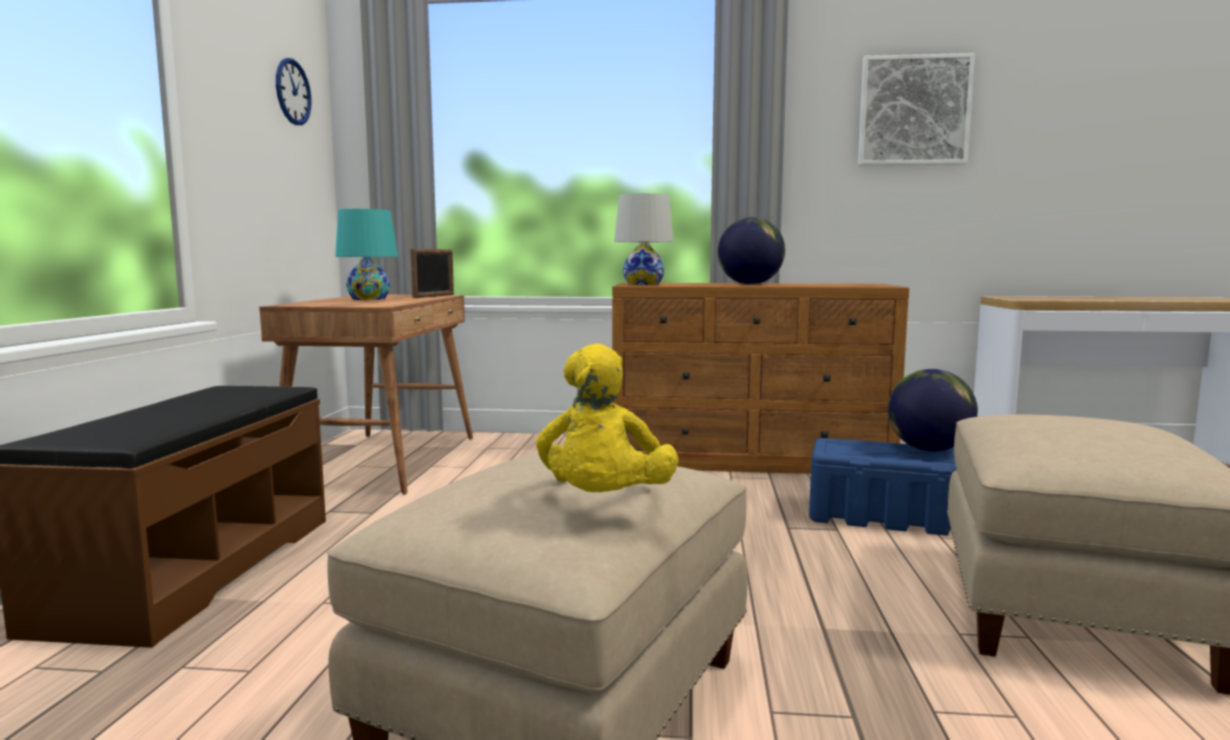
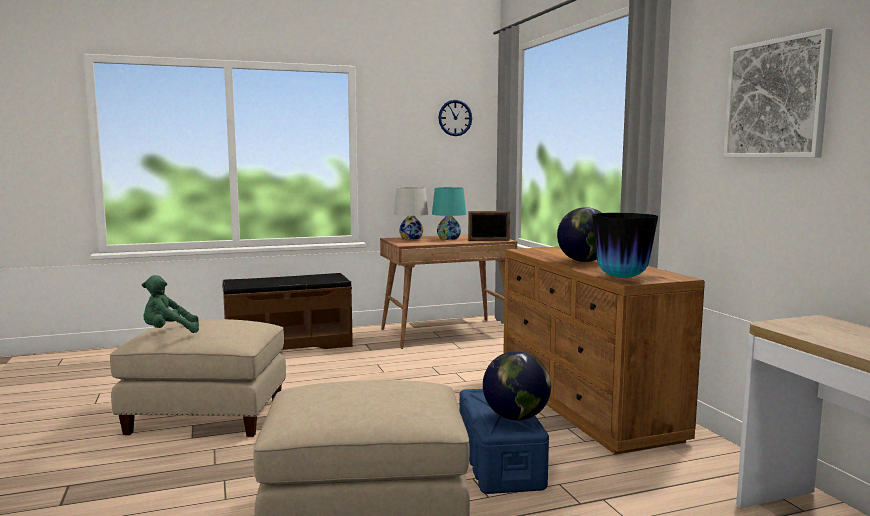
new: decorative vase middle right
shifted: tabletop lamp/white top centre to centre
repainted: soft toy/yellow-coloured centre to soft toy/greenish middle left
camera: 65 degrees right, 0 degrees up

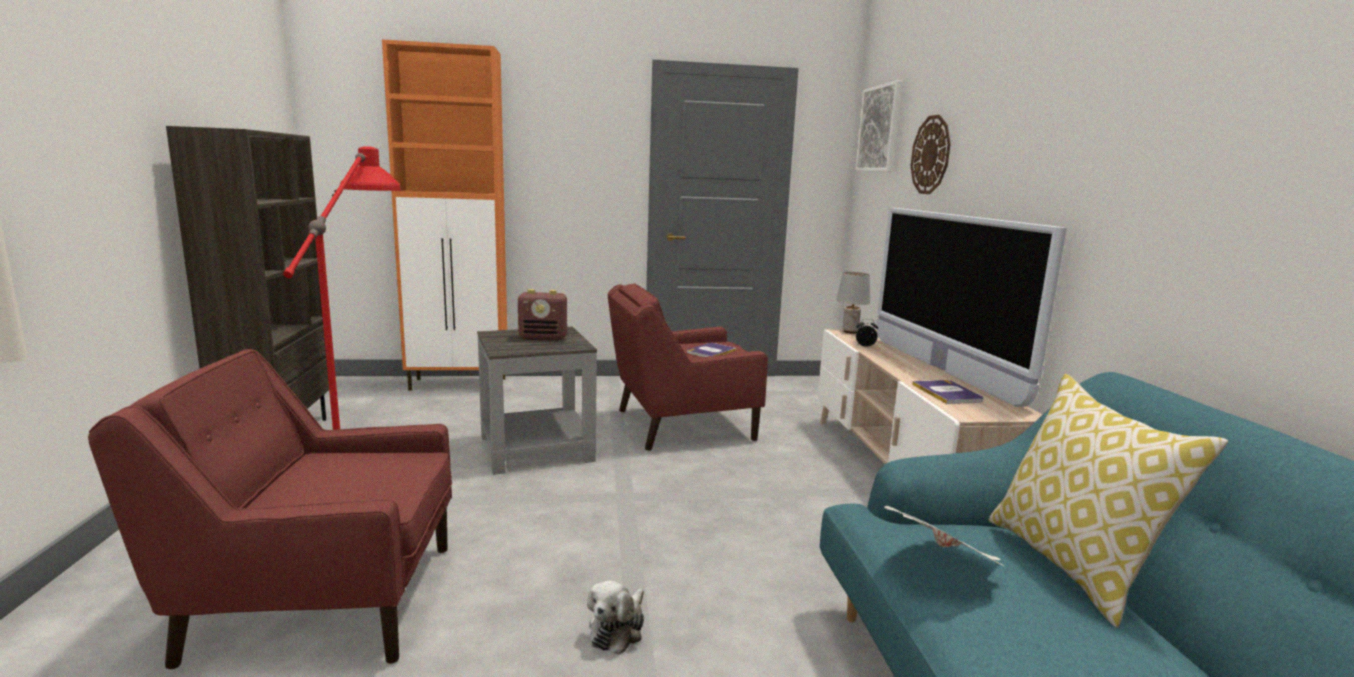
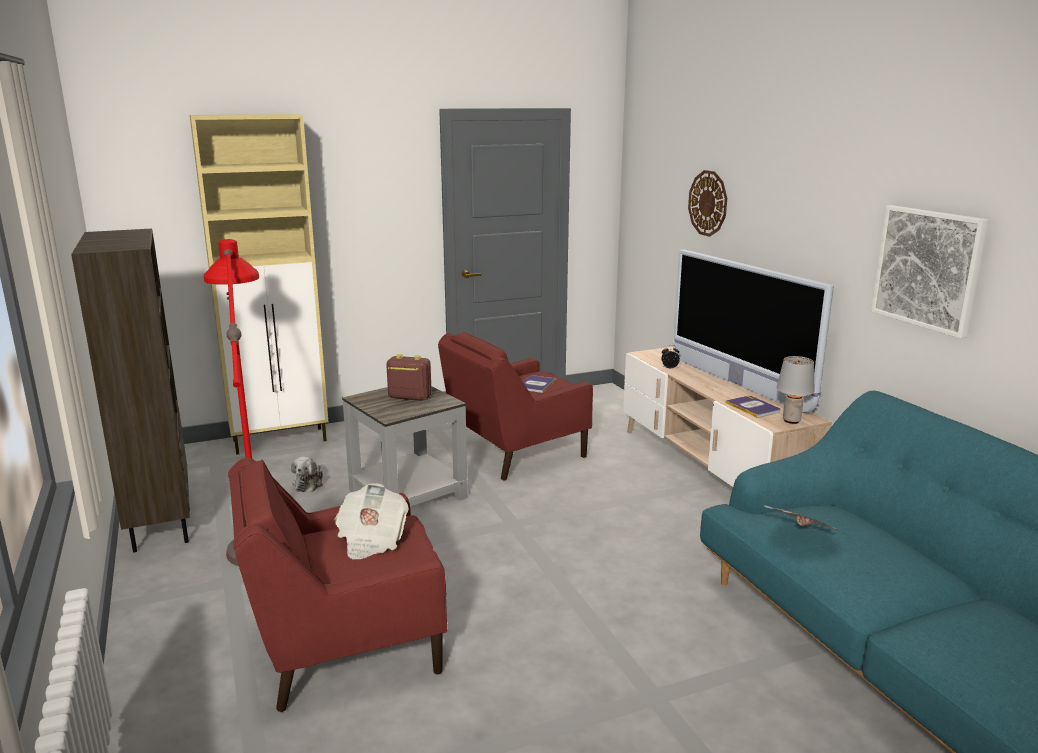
gone: cushion bottom right
new: printed paper (no. 1 from left) bottom centre
shifted: soft toy bottom centre to middle left; tabletop lamp/gray centre to middle right; wall art top centre to middle right
repainted: cupboard/orangey top left to cupboard/beige-coloured middle left
rotated: radio centre = centre 150 degrees counterclockwise
camera: 15 degrees left, 5 degrees up

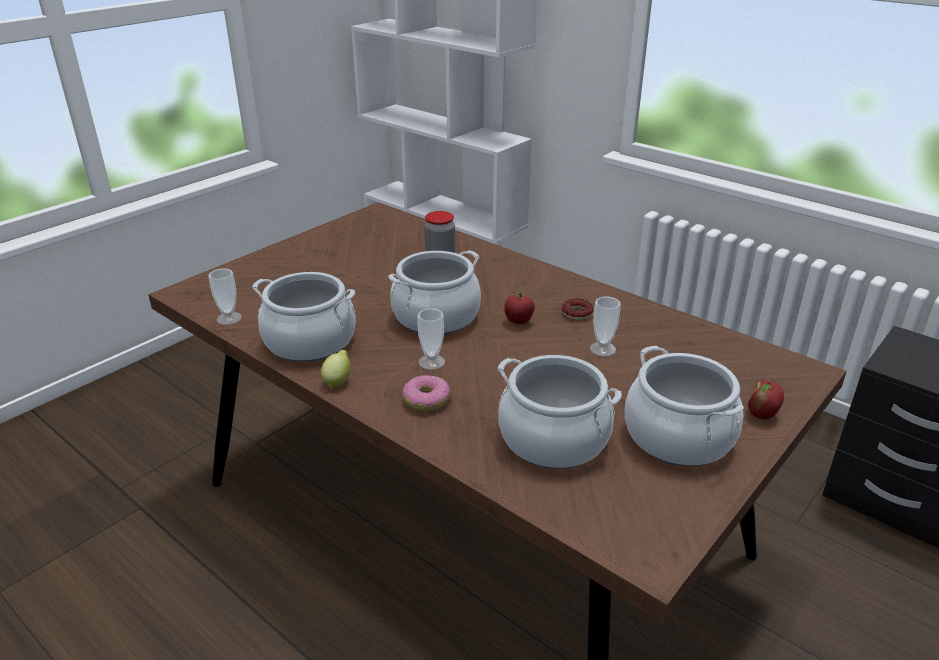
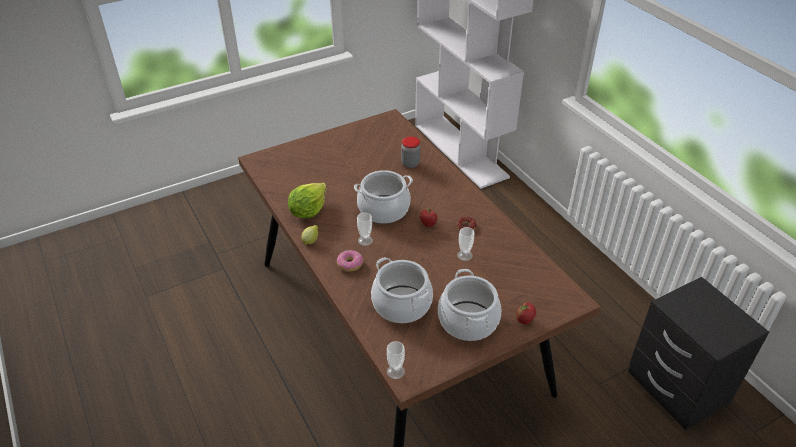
shifted: drinking cup (no. 1 from left in the first image) middle left to drinking cup (no. 2 from left) bottom centre
swapped: cooking pot (no. 1 from left) middle left to lettuce centre
camera: 20 degrees right, 10 degrees up

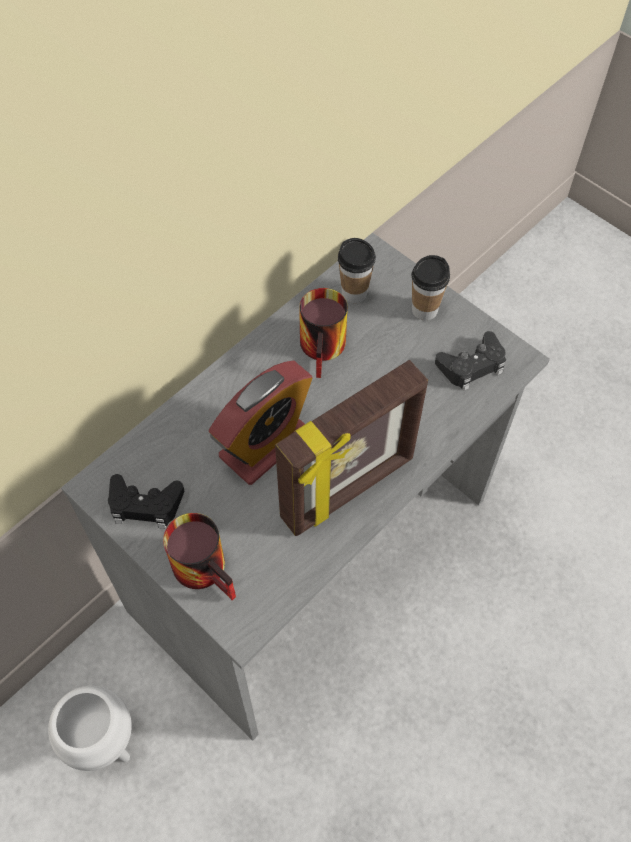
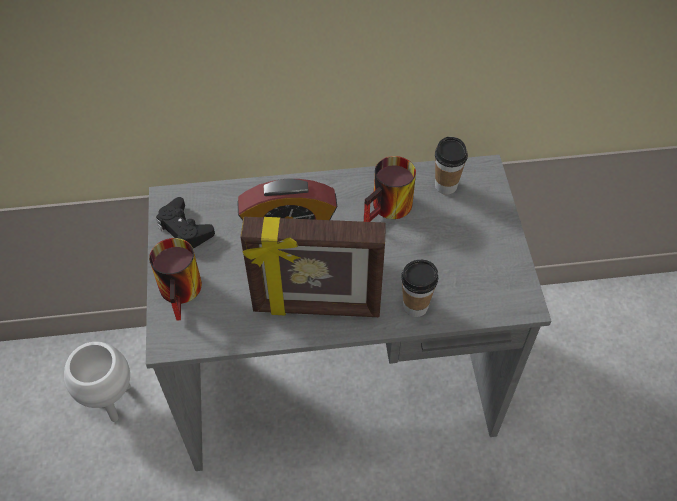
gone: joypad/black-coloured (no. 2 from left) middle right
shifted: drinking cup (no. 2 from left in the first image) middle right to drinking cup (no. 1 from left) centre
camera: 40 degrees right, 5 degrees down

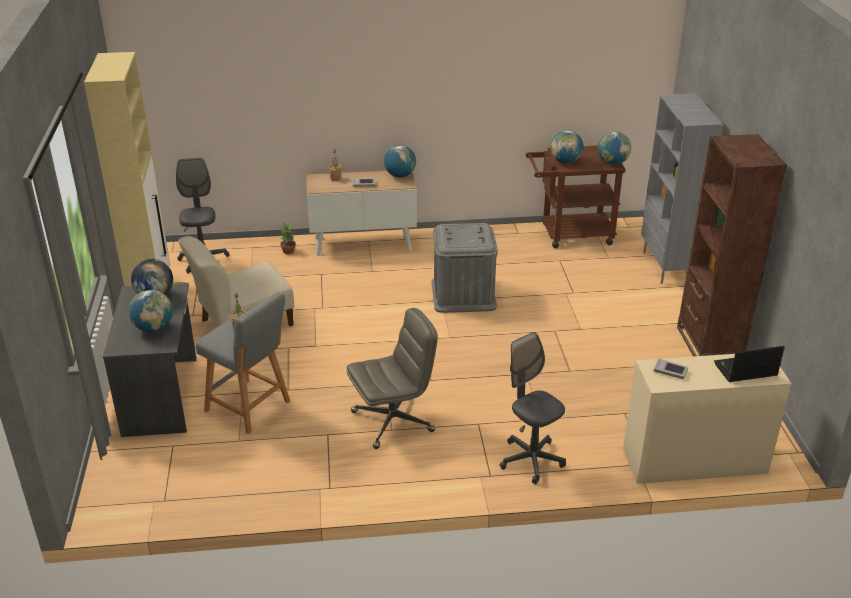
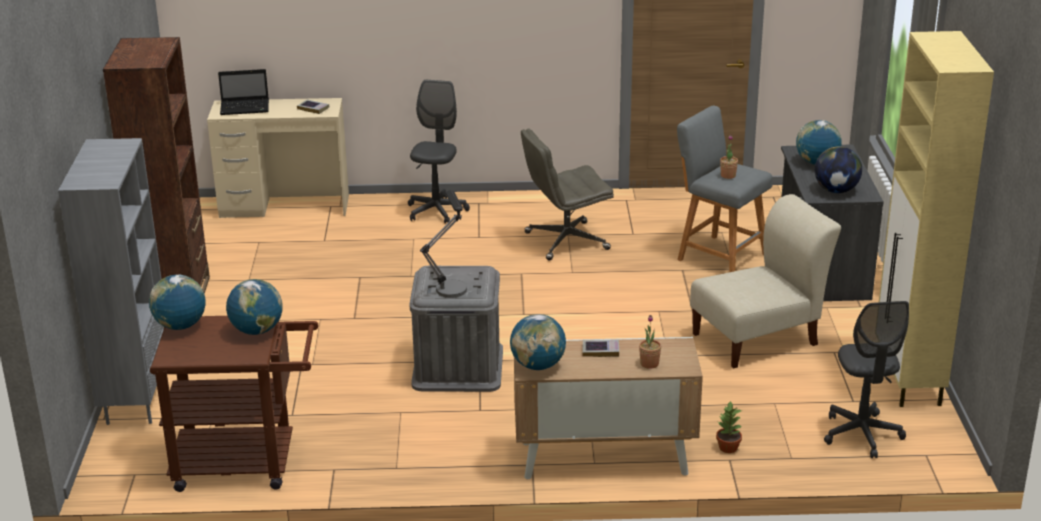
new: tabletop lamp centre
rotated: desk chair/gray (no. 3 from left in the first image) bottom centre = top centre 135 degrees counterclockwise
camera: 175 degrees left, 5 degrees down

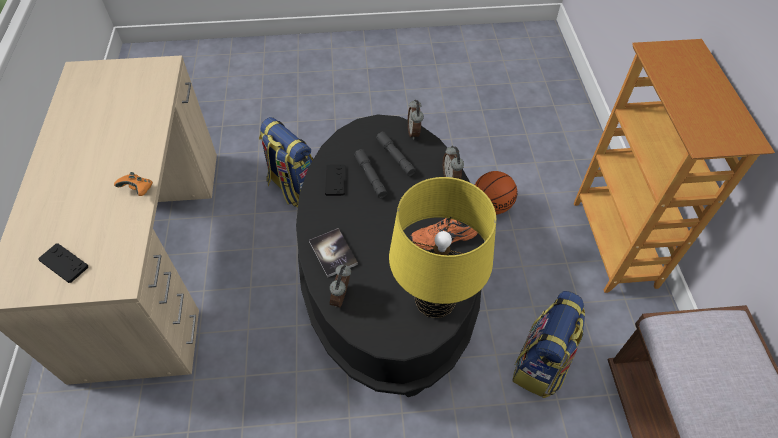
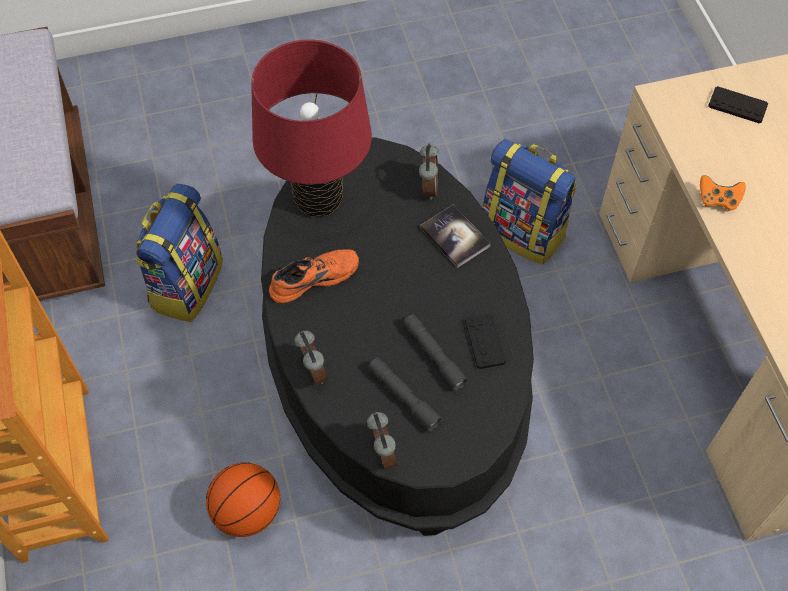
shifted: knapsack (no. 1 from left in the first image) centre to knapsack (no. 2 from left) middle right
repainted: tabletop lamp/yellow-coloured centre to tabletop lamp/red top centre
camera: 170 degrees right, 5 degrees up

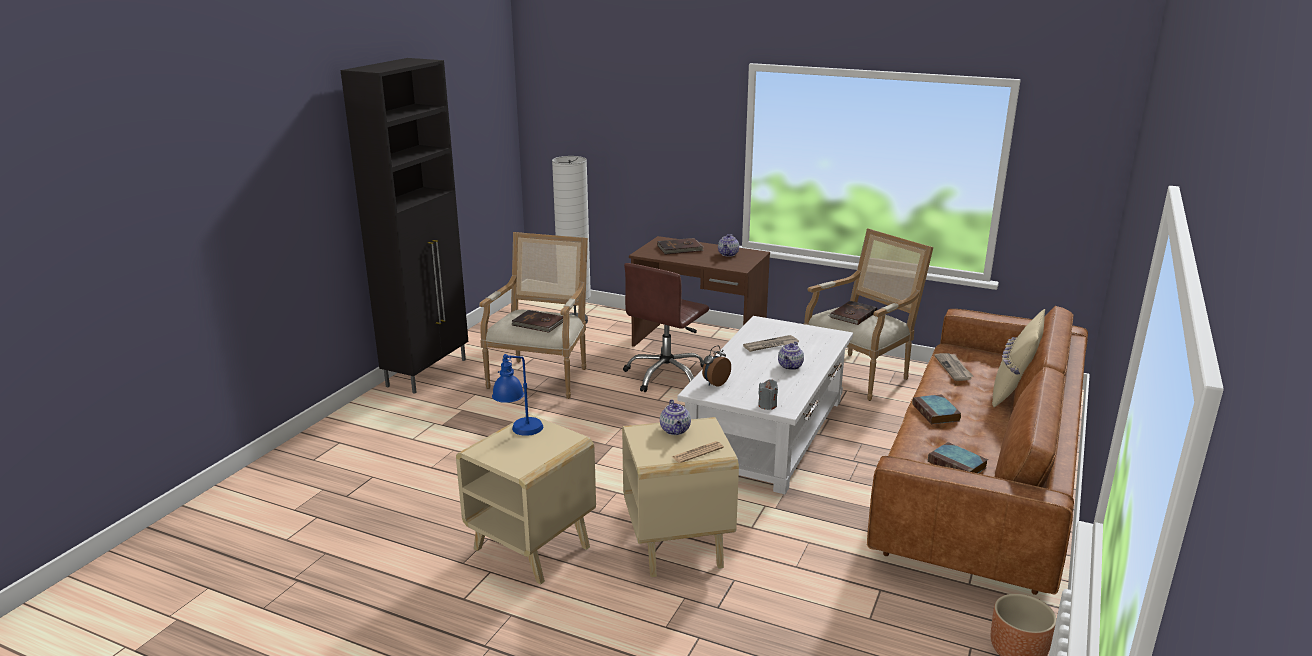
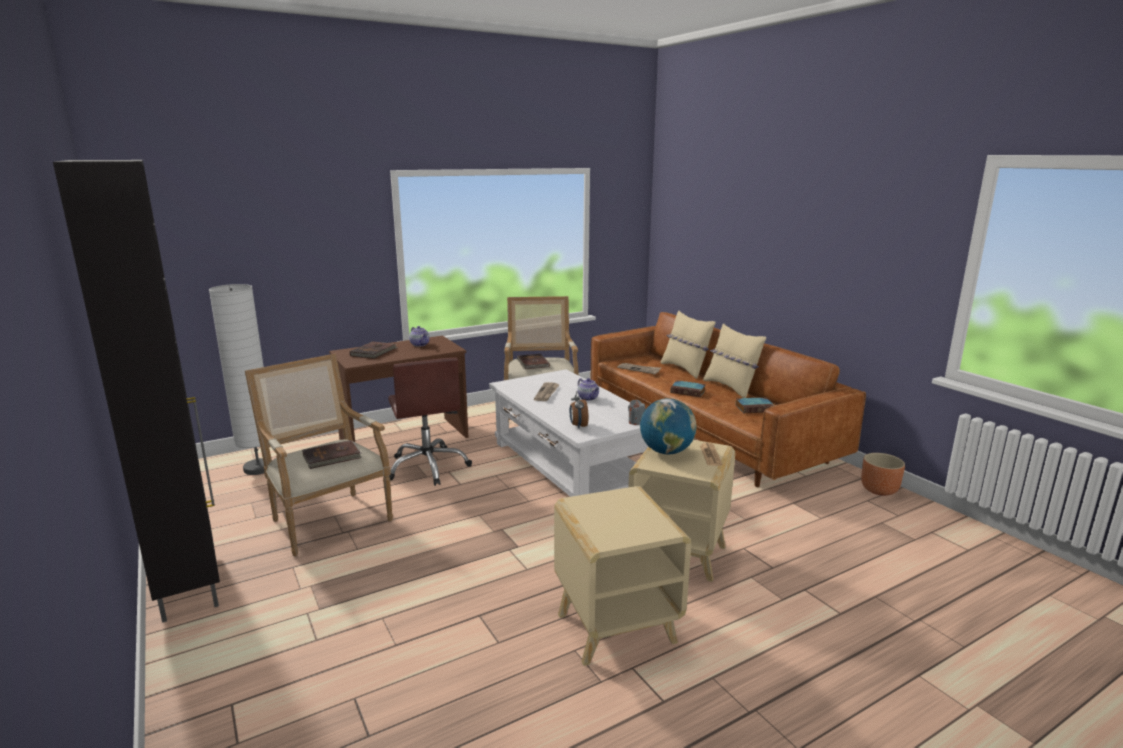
gone: tabletop lamp/blue-coloured centre
new: cushion/beige-coloured (no. 2 from left) centre
swapped: teapot (no. 1 from left) centre to world globe centre
camera: 55 degrees left, 5 degrees down

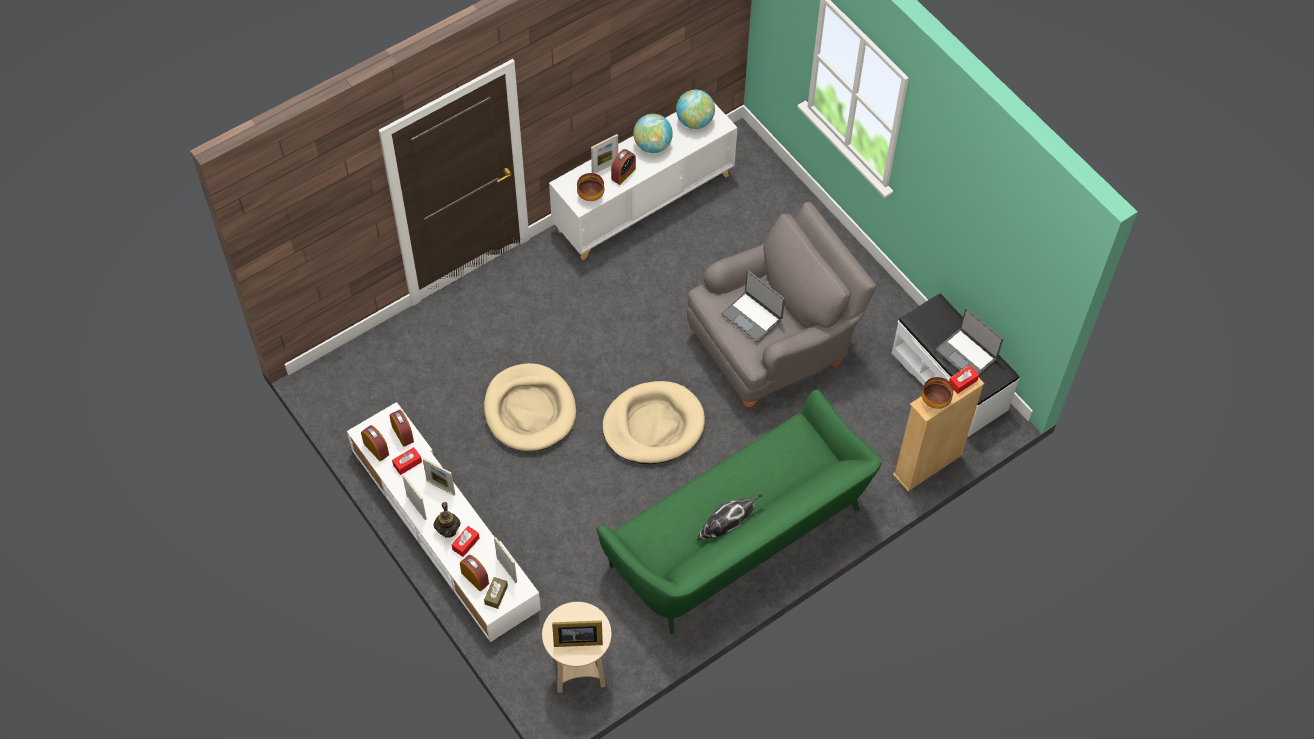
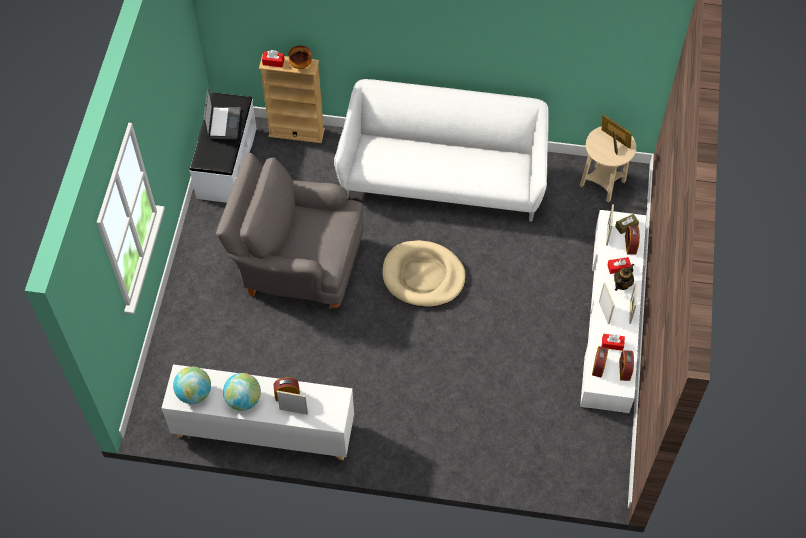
gone: dog cushion/beige-coloured (no. 1 from left) centre; serving bowl (no. 1 from left) top centre; cushion bottom centre; laptop (no. 1 from left) centre
repainted: sofa/greenish bottom centre to sofa/white top centre
camera: 135 degrees left, 0 degrees up

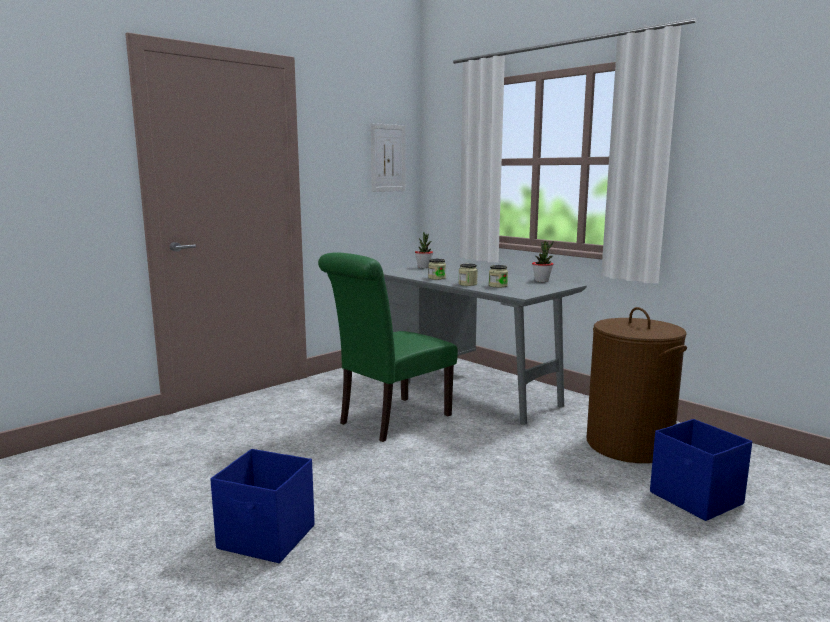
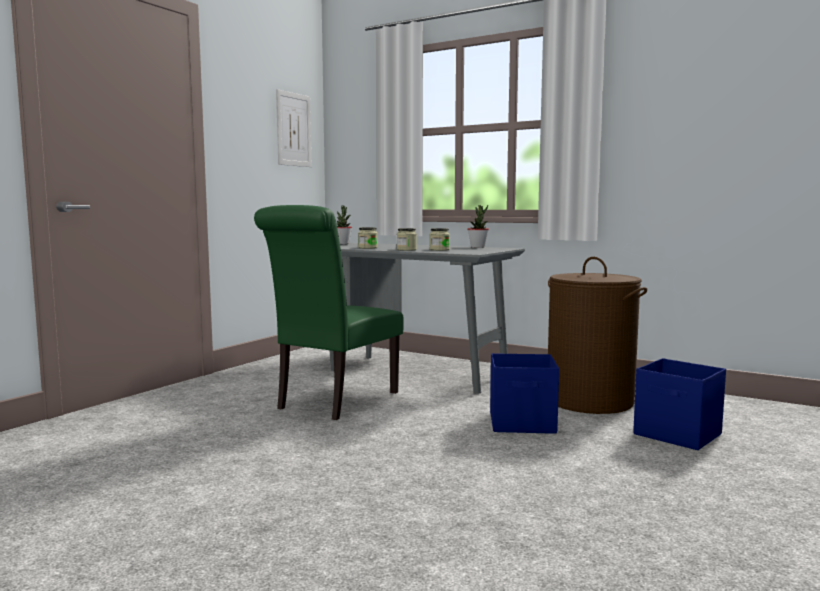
shifted: storage bin/blue-coloured (no. 1 from left) bottom left to centre
camera: 15 degrees left, 5 degrees down

